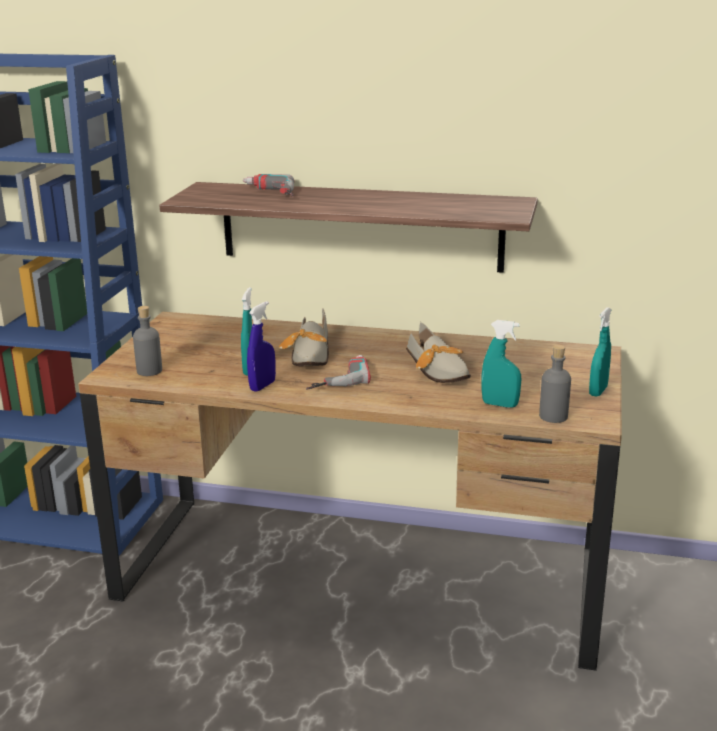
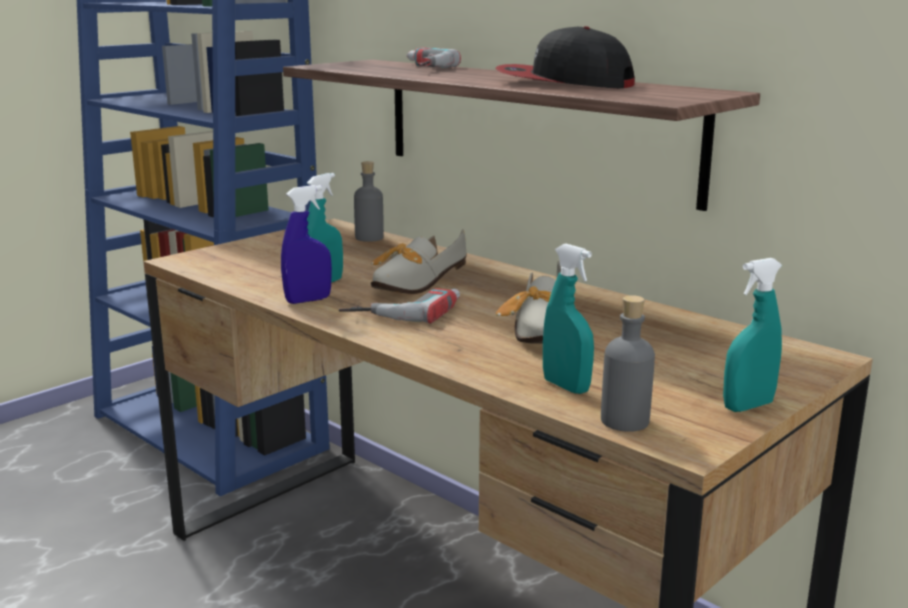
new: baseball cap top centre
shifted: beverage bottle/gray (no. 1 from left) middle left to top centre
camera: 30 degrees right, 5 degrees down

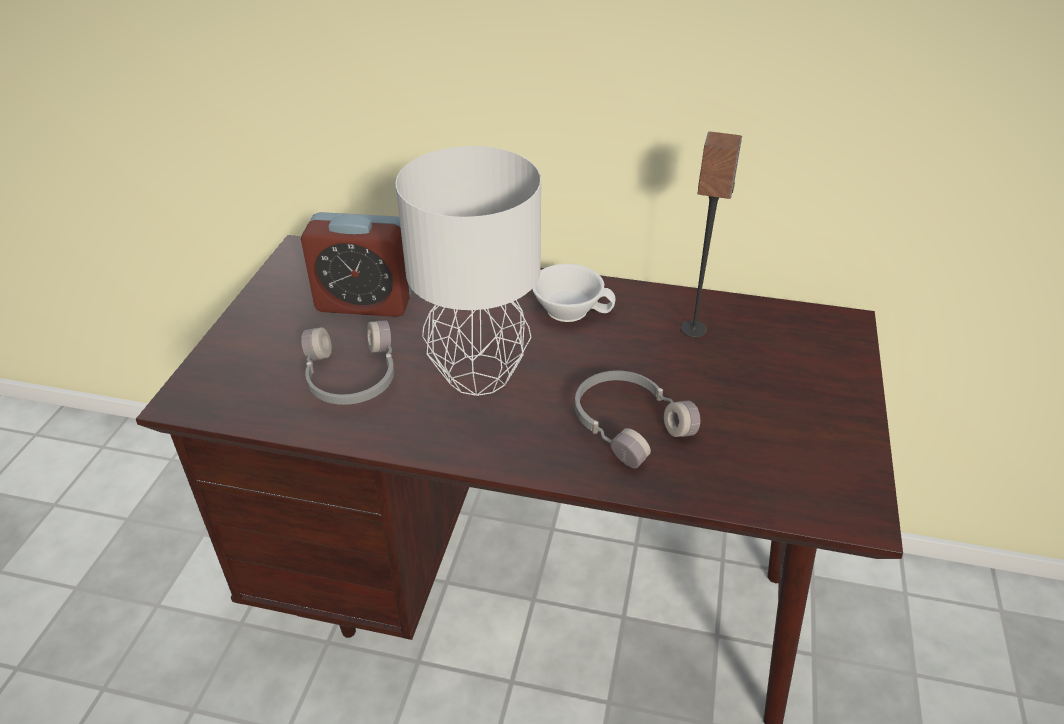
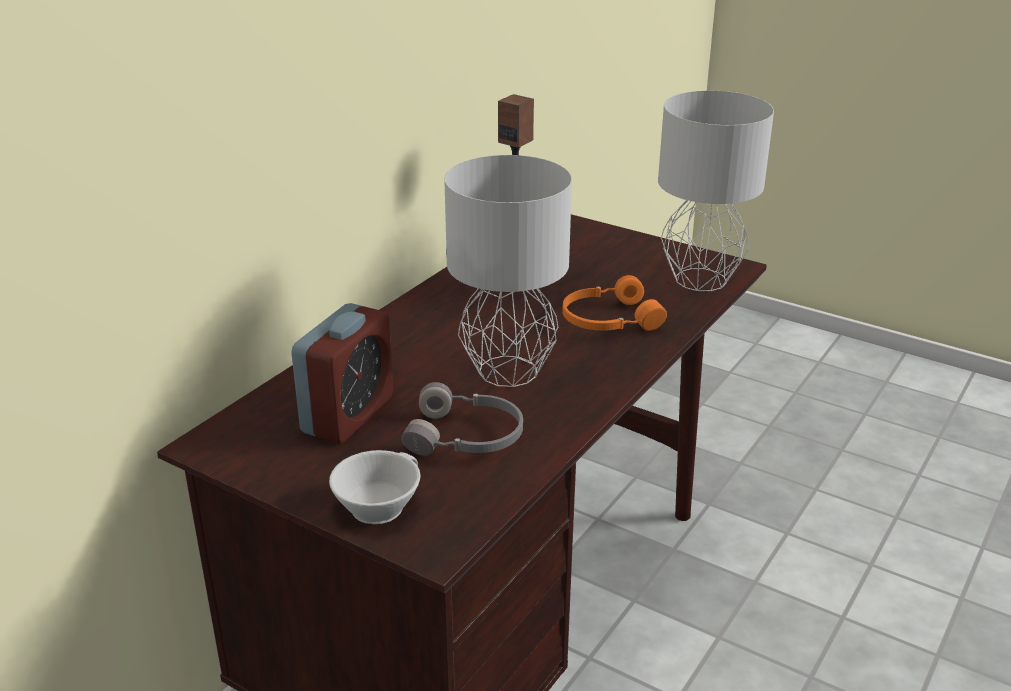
new: tabletop lamp/gray (no. 2 from left) top right
shifted: drinking cup/white centre to bottom centre
repainted: headphones/gray (no. 2 from left) centre to headphones/orangey centre
camera: 70 degrees left, 10 degrees down

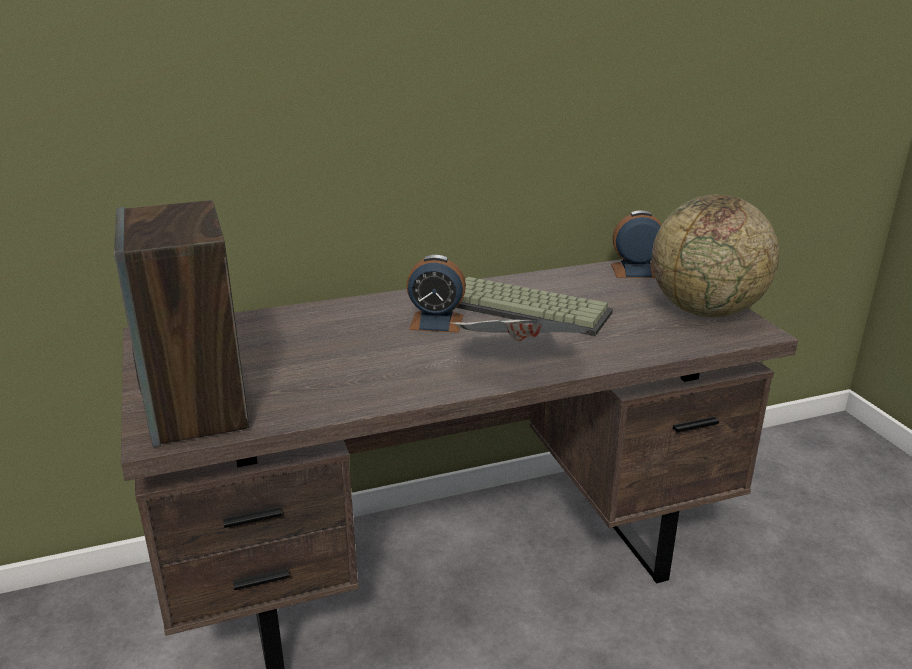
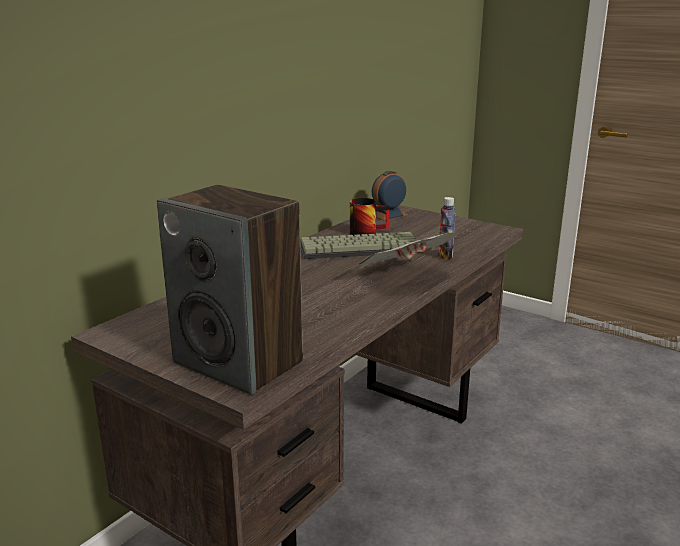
gone: alarm clock (no. 1 from left) centre; world globe middle right
new: tea mug centre; beverage bottle centre
camera: 35 degrees left, 5 degrees down

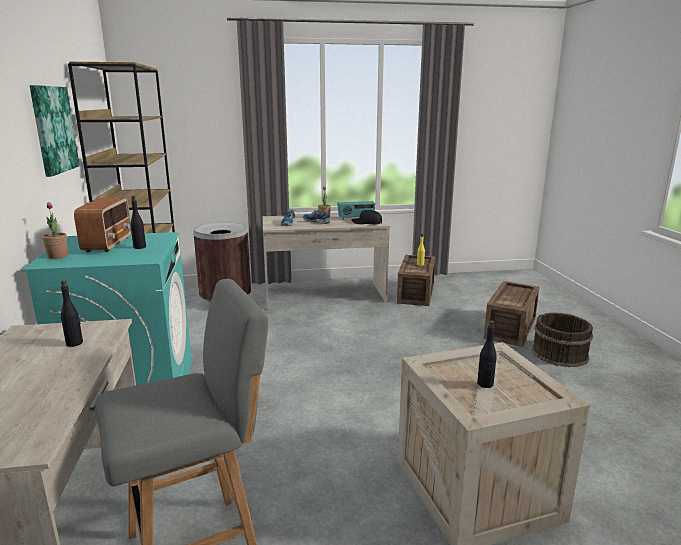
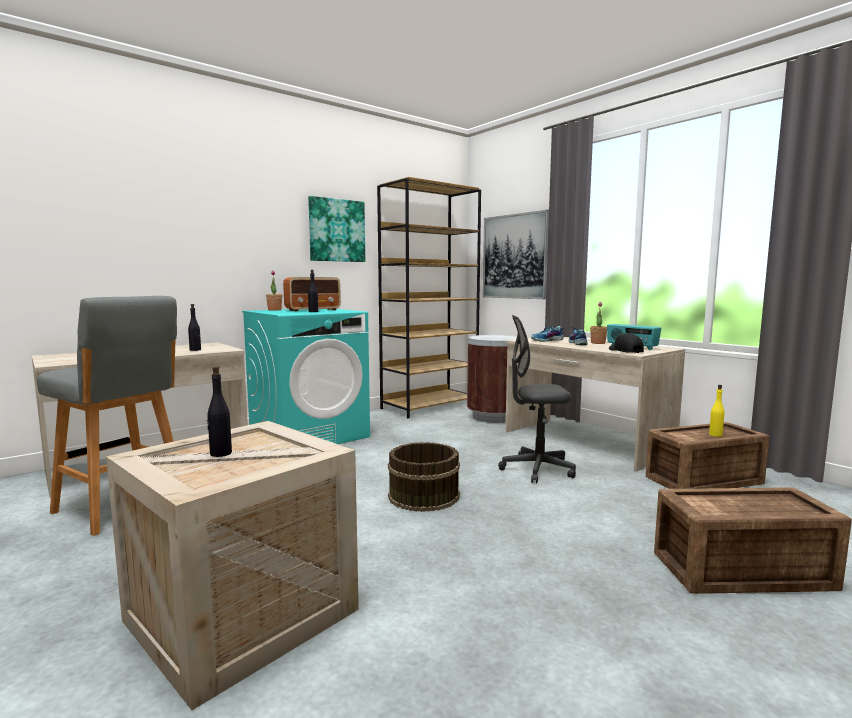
new: wall art (no. 2 from left) centre; desk chair/gray centre
shifted: pail/brownish middle right to centre
camera: 60 degrees right, 10 degrees down

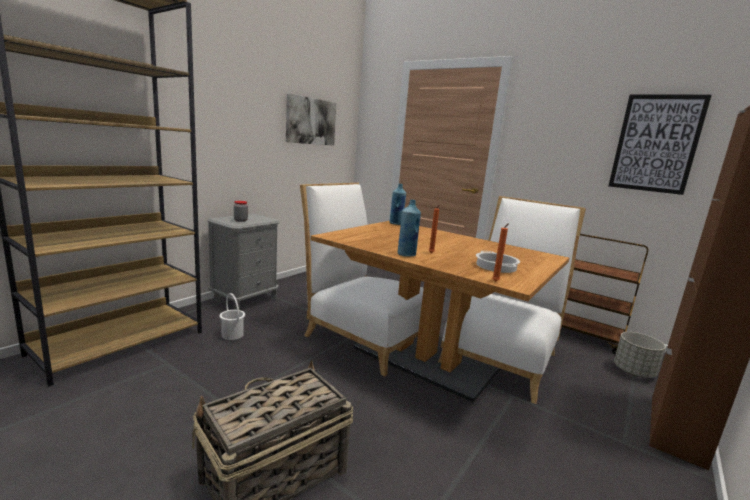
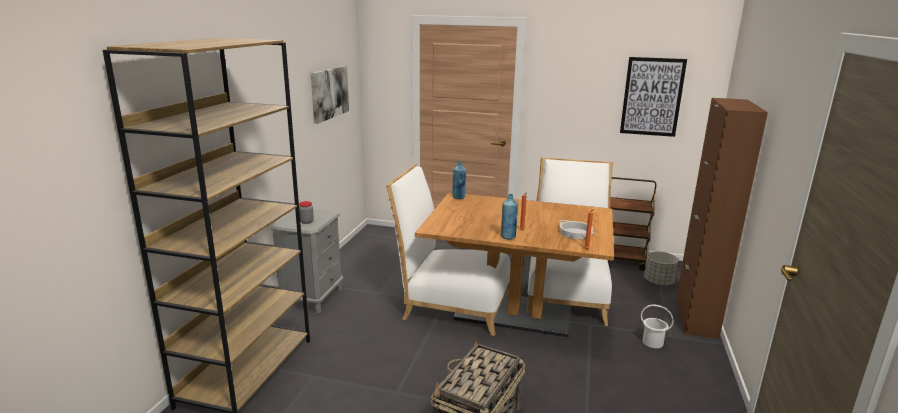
shifted: pail/white middle left to bottom right
camera: 20 degrees left, 5 degrees up

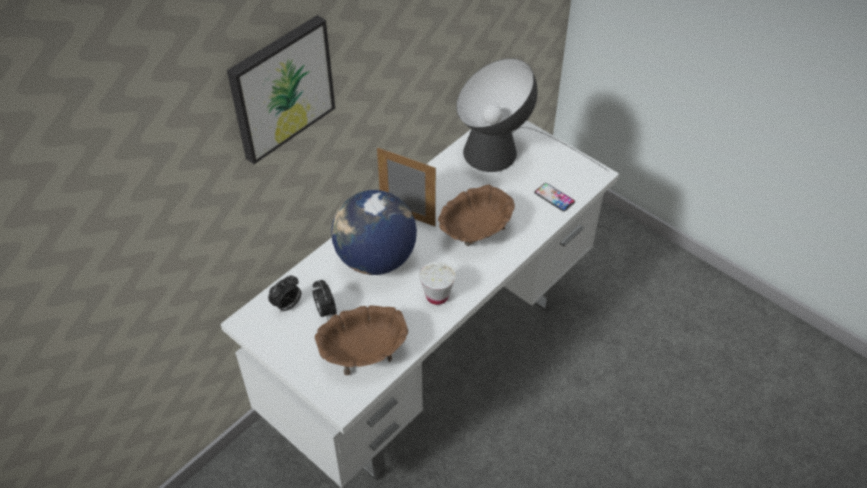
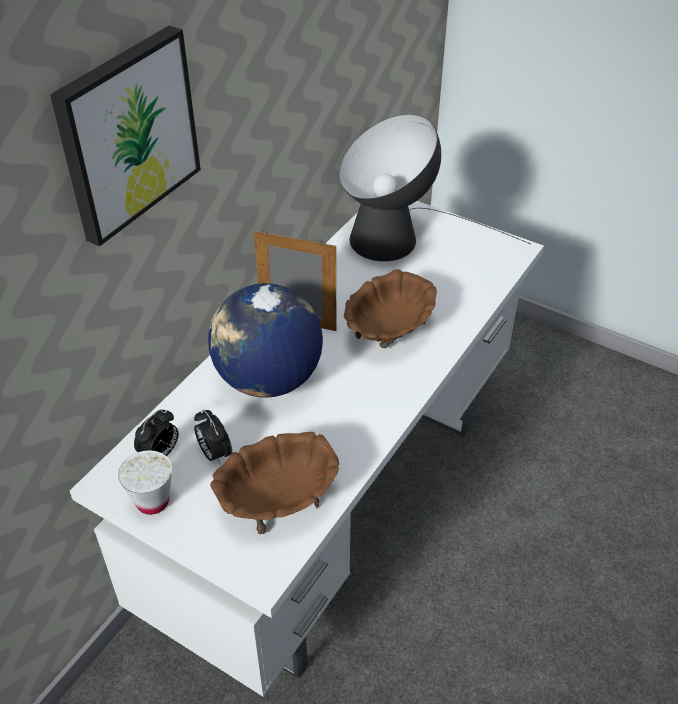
gone: phone centre
shifted: drinking cup/white centre to bottom left
camera: 10 degrees left, 5 degrees down

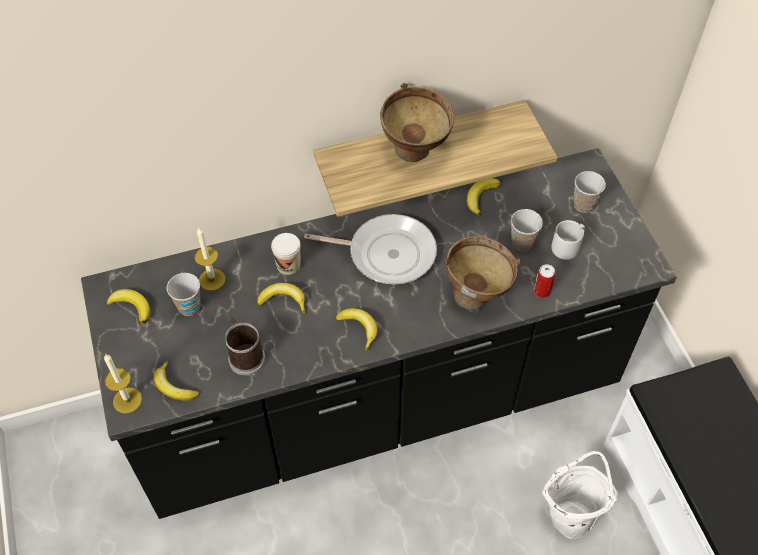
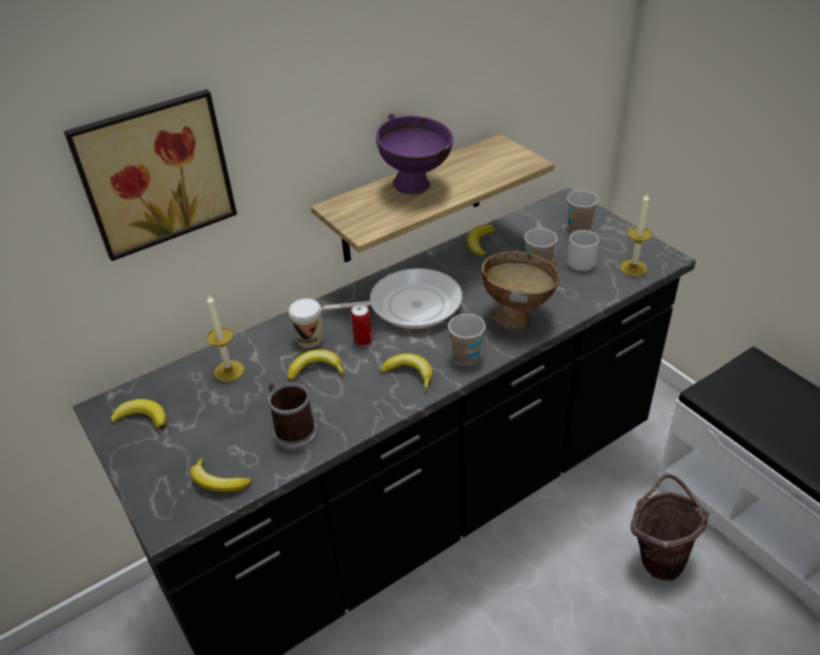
new: wall art top left
shifted: wax light (no. 1 from left in the first image) bottom left to wax light (no. 2 from left) middle right; drinking cup (no. 1 from left in the first image) middle left to drinking cup (no. 2 from left) centre; can middle right to centre
repainted: serving bowl/brownish (no. 1 from left) top centre to serving bowl/purple-coloured top centre; pail/white bottom right to pail/brownish bottom right
camera: 15 degrees left, 15 degrees down

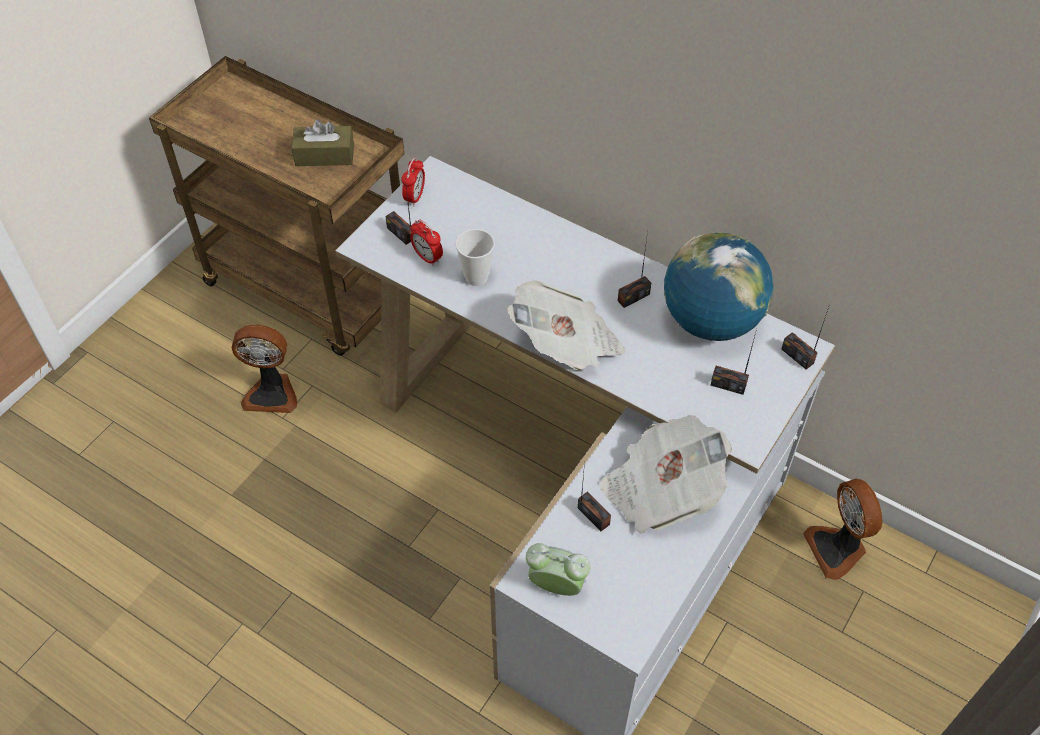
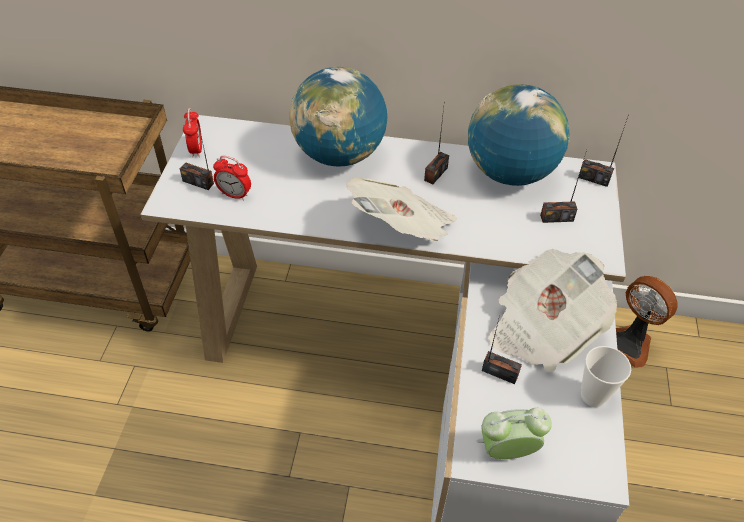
gone: cooling fan (no. 1 from left) middle left; tissue holder/brownish top left
new: world globe (no. 1 from left) top centre
shifted: drinking cup centre to bottom right
camera: 25 degrees left, 5 degrees down

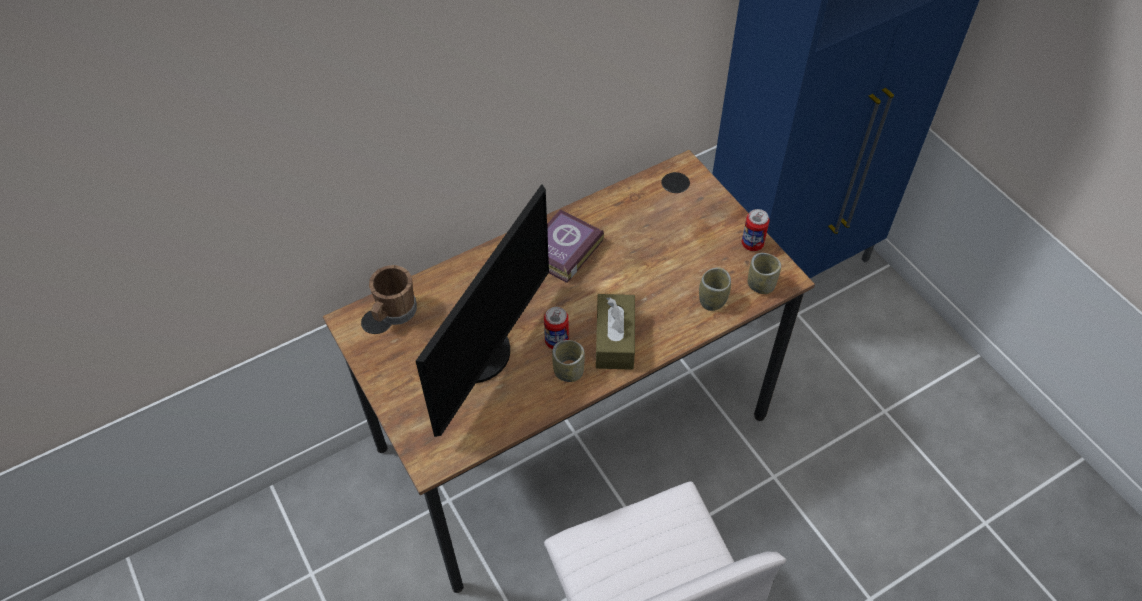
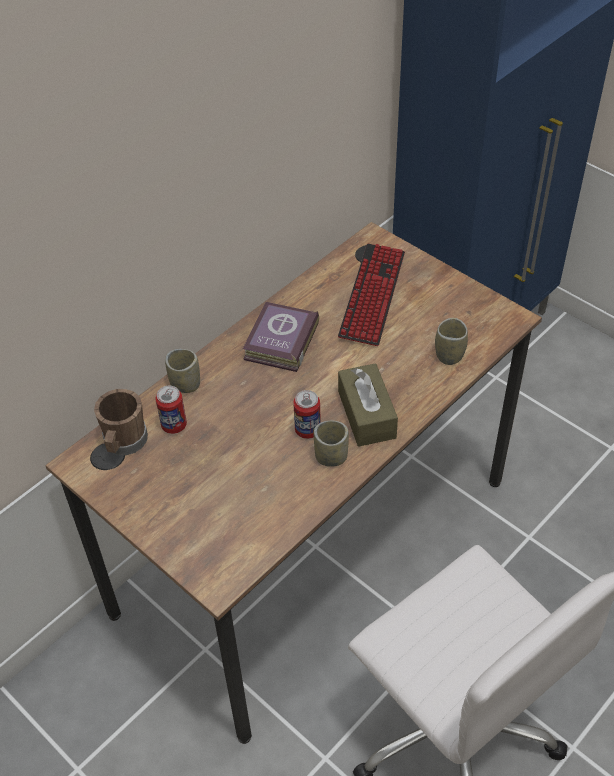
gone: computer screen centre
new: computer keyboard centre
shifted: can (no. 2 from left in the first image) centre to can (no. 1 from left) middle left; drinking cup (no. 3 from left in the first image) middle right to drinking cup (no. 1 from left) middle left
camera: 15 degrees left, 5 degrees down

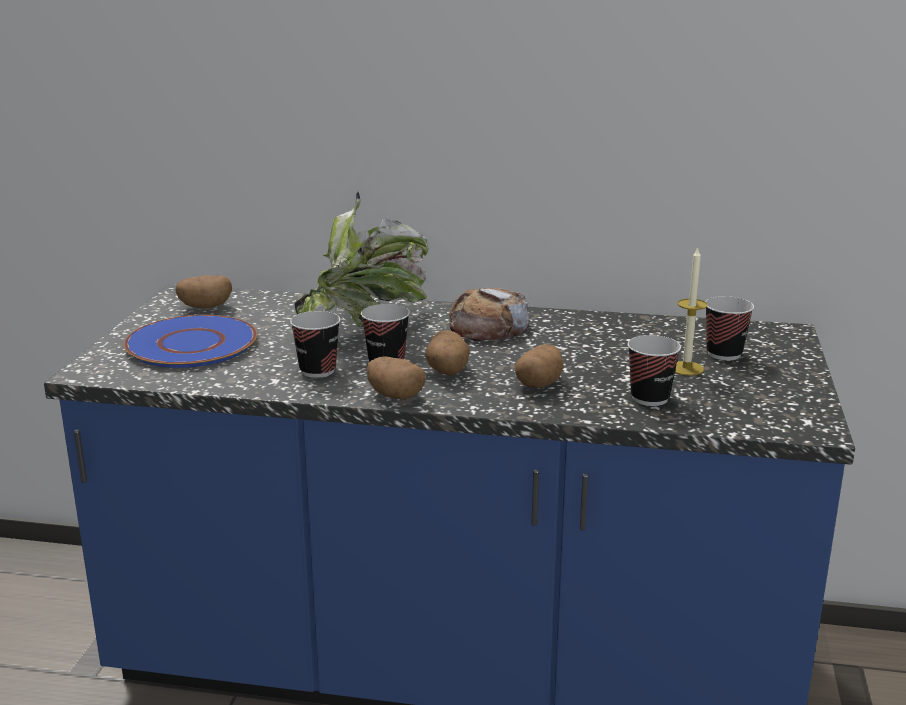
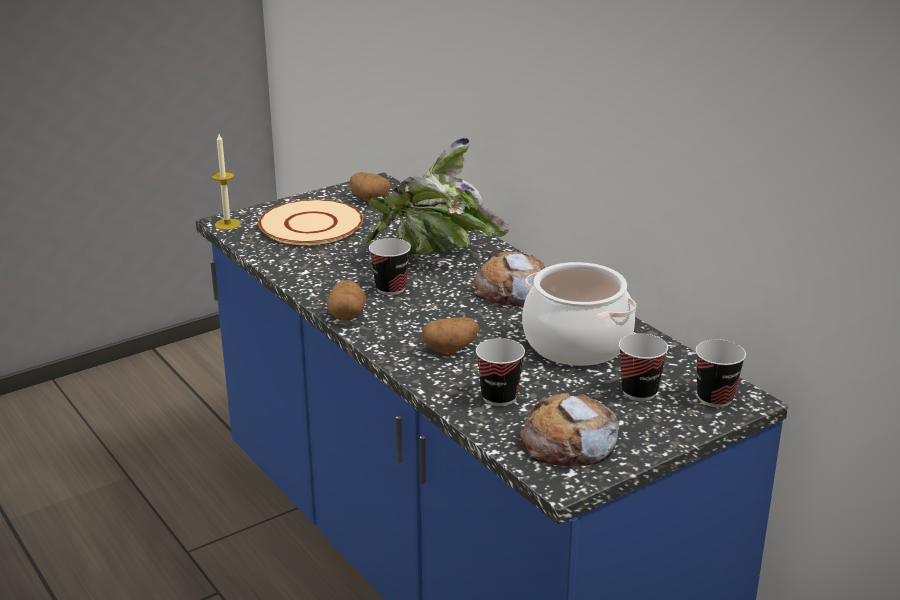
gone: whole potato (no. 3 from left) centre
new: bread (no. 2 from left) bottom centre; cooking pot centre
shifted: drinking cup (no. 1 from left in the first image) centre to drinking cup (no. 4 from left) middle right; wax light middle right to top left
repainted: plate/blue-coloured middle left to plate/beige-coloured centre
camera: 45 degrees right, 5 degrees up

